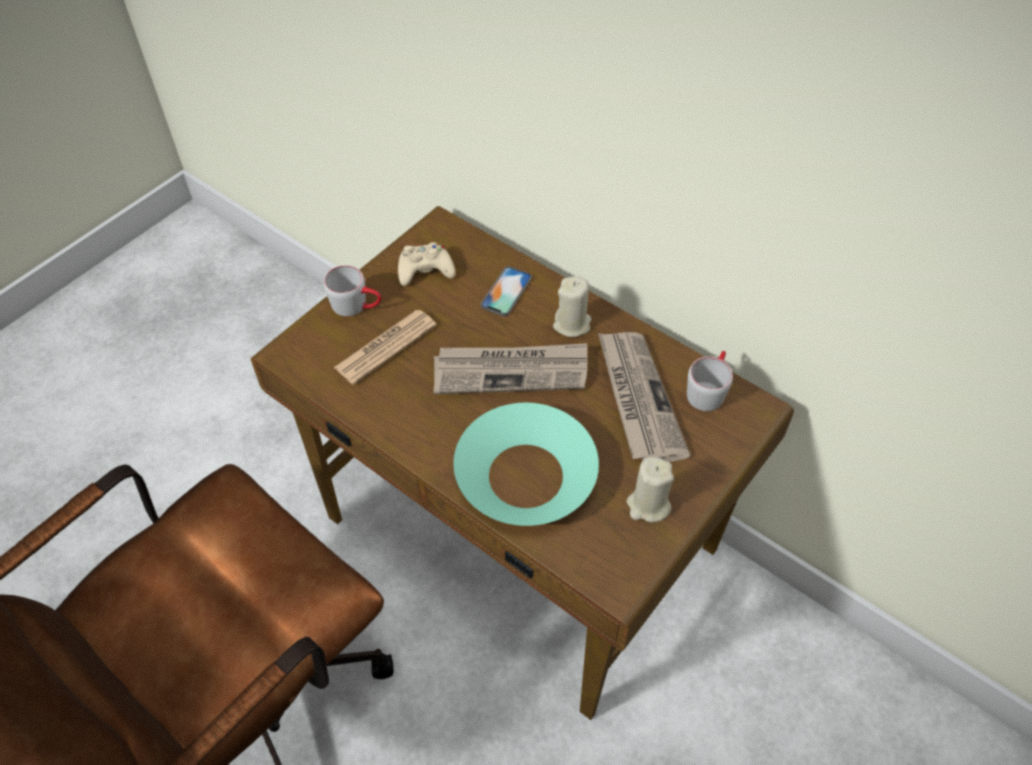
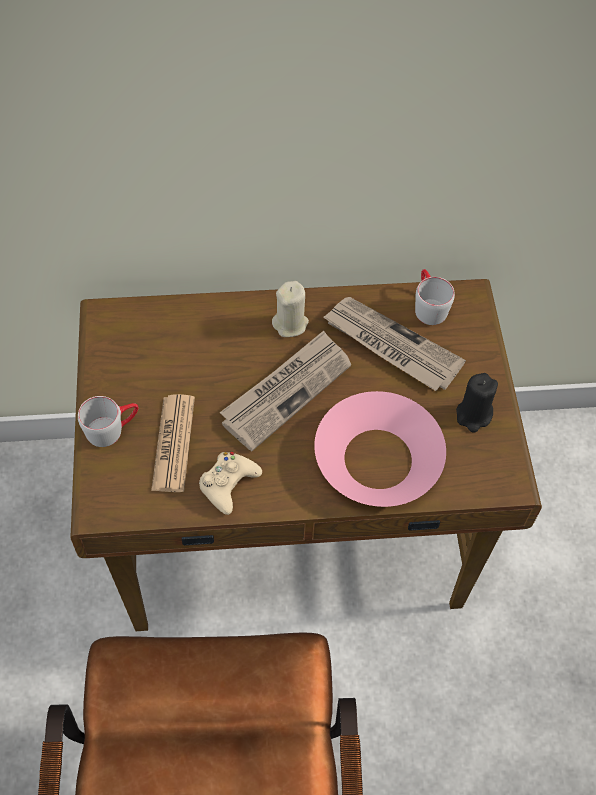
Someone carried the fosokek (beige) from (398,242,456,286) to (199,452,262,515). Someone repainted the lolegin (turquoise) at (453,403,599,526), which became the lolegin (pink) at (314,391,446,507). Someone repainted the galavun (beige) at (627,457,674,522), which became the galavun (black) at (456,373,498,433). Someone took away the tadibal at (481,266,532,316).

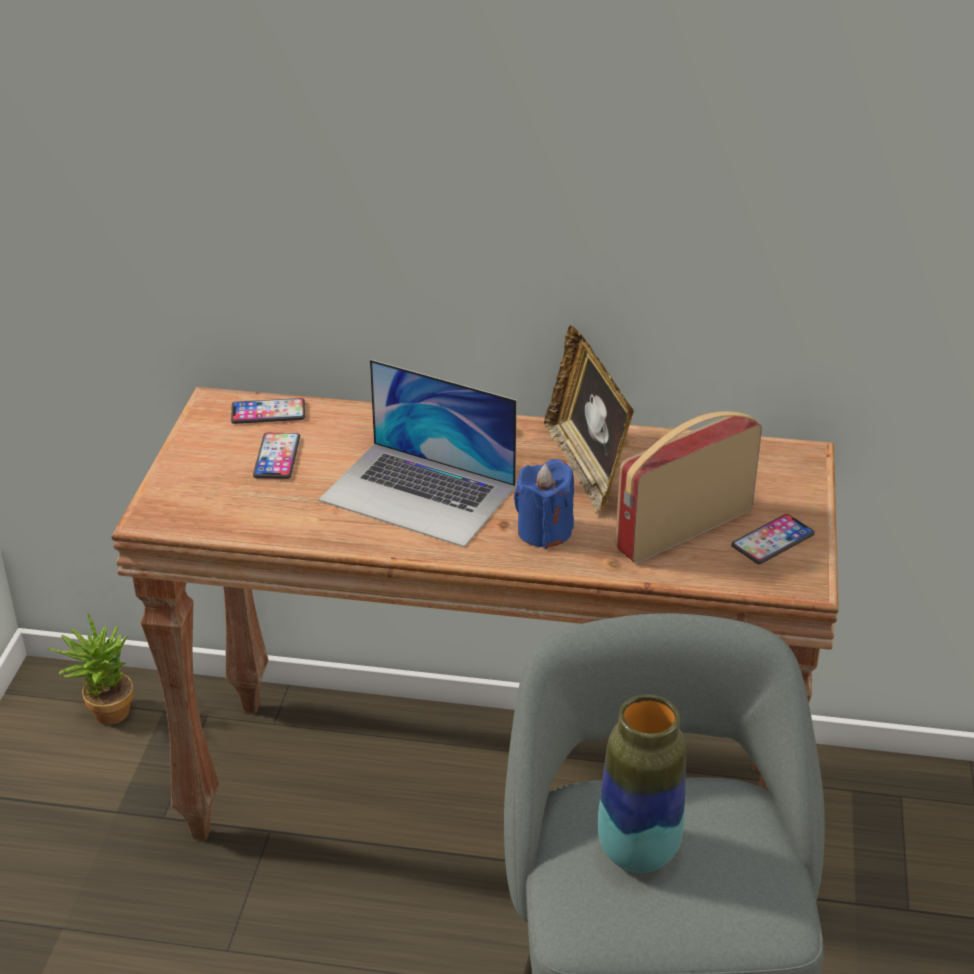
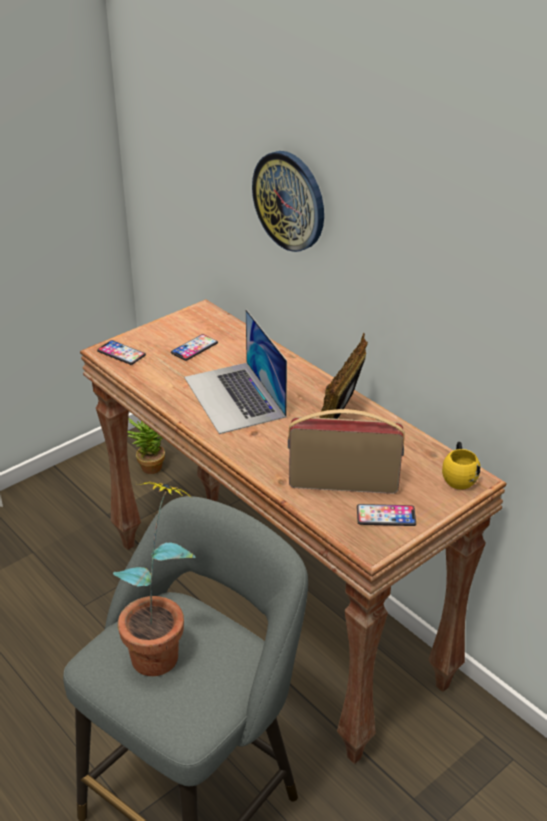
Someone carried the tadibal from (231,398,305,424) to (97,340,146,365). Someone swapped the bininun at (598,695,686,873) for the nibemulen at (113,482,195,676). Someone put up the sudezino at (252,151,324,252). Someone put down the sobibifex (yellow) at (442,442,480,490). Someone took away the galavun (blue) at (514,459,574,549).

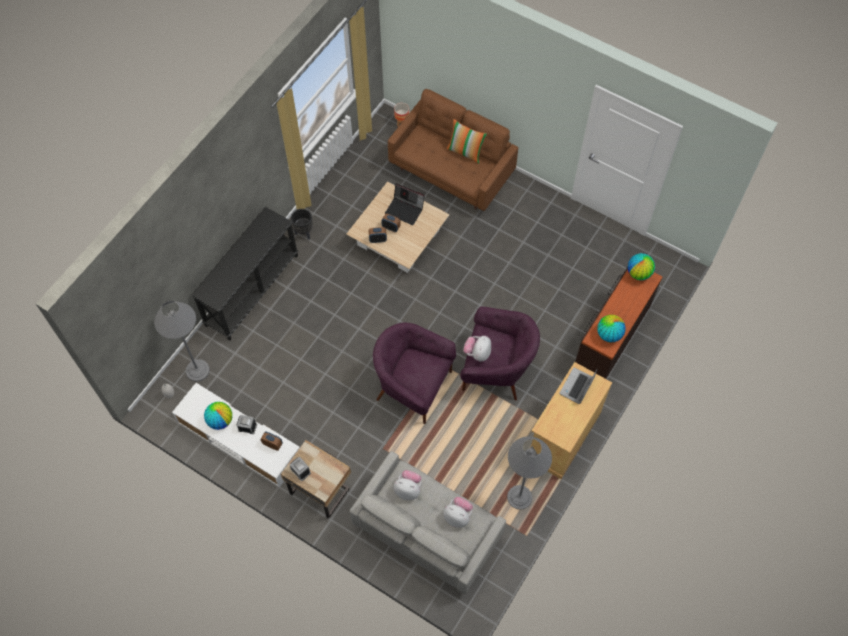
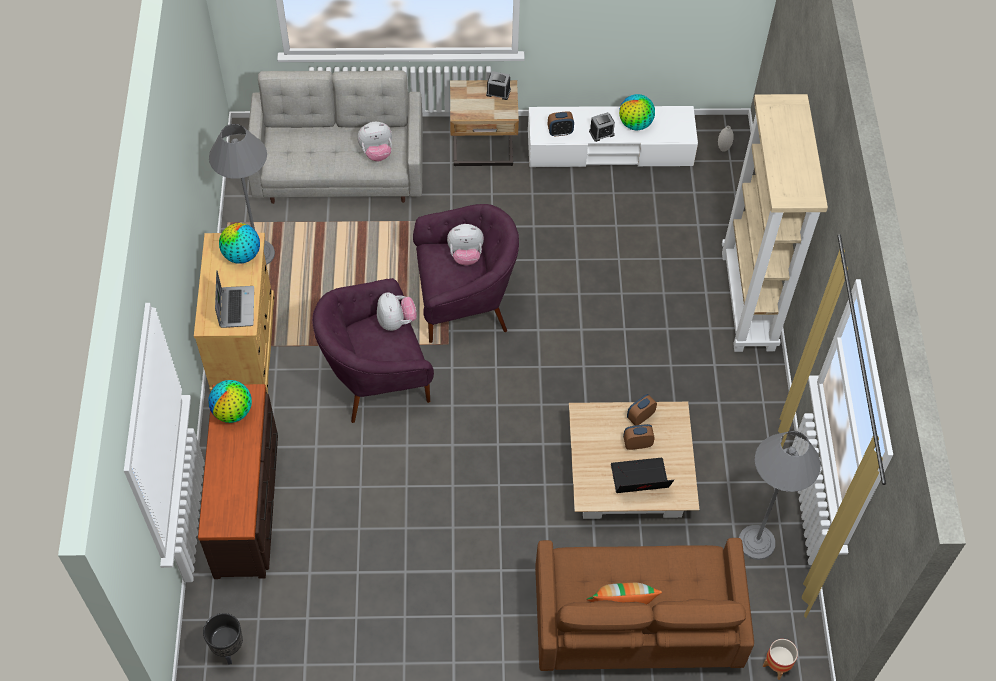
Someone carried the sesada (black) from (291,209,313,240) to (203,613,243,665). Someone carried the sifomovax from (628,253,655,280) to (219,223,260,264). Someone carried the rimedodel from (443,497,473,528) to (447,224,484,266). Someone swapped the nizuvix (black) at (192,207,298,341) for the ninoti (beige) at (722,94,828,352). Someone carried the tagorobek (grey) from (154,301,210,382) to (739,431,821,560).

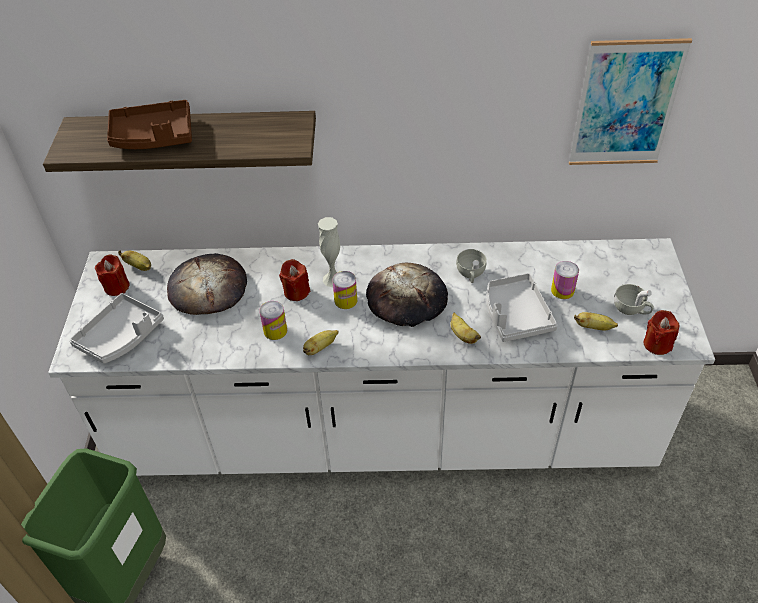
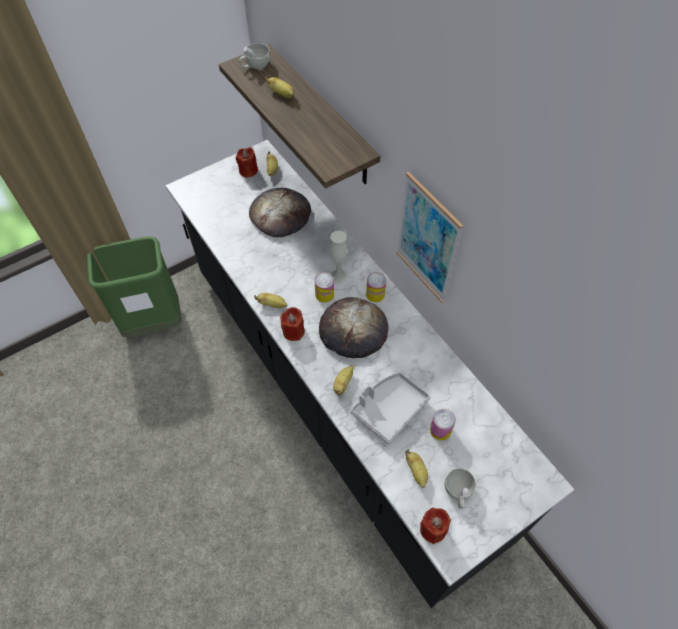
Someone repainted the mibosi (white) at (48,238,715,476), which became the mibosi (black) at (165,140,574,608). Someone carried the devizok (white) from (456,249,487,283) to (239,43,270,69). Someone swapped the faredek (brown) at (107,100,192,149) for the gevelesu at (265,76,294,98). Someone carried the galavun (red) from (279,259,311,301) to (280,307,305,341). Someone carried the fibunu from (259,301,287,340) to (366,272,386,302). Someone carried the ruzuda from (569,38,692,165) to (396,172,463,303). Someone took away the faredek (grey) at (70,293,164,364).

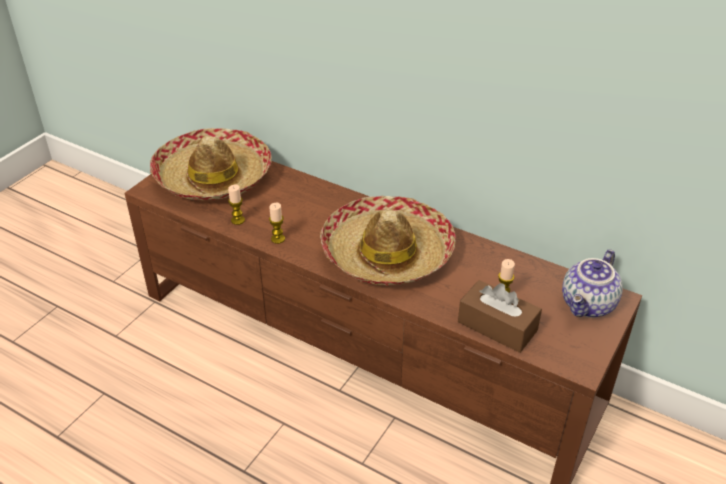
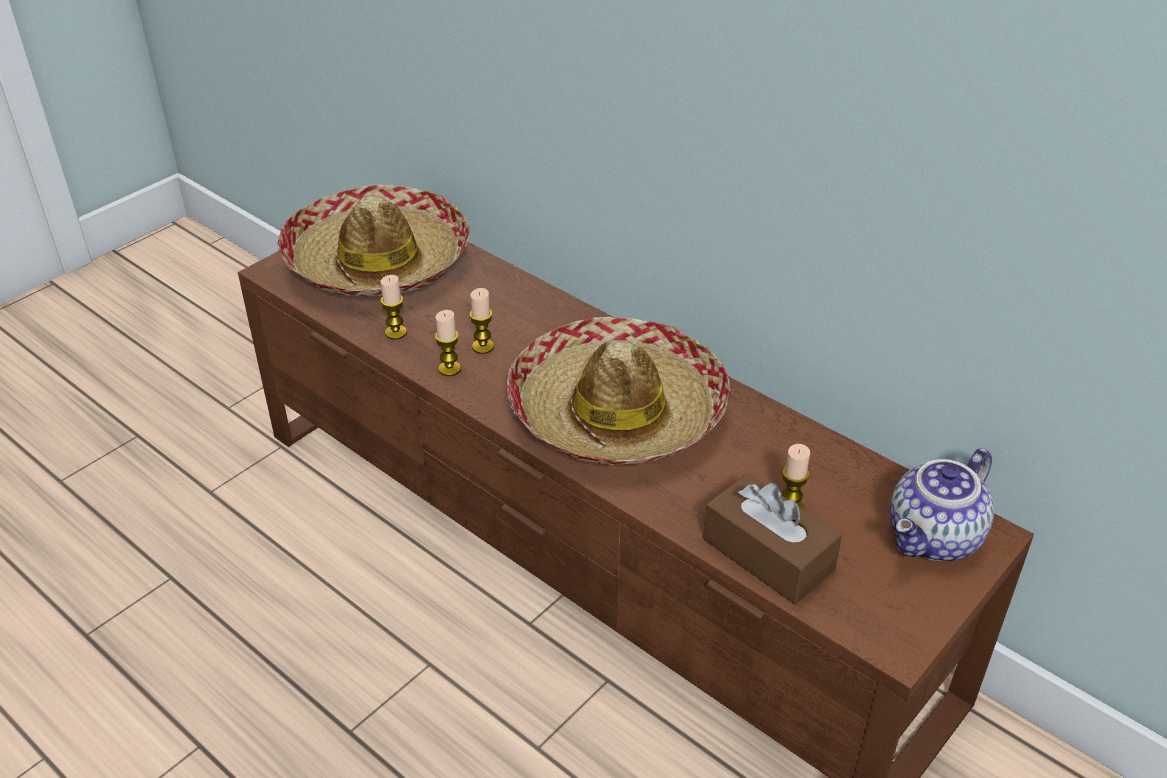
Someone put down the galavun at (469,288,494,354).

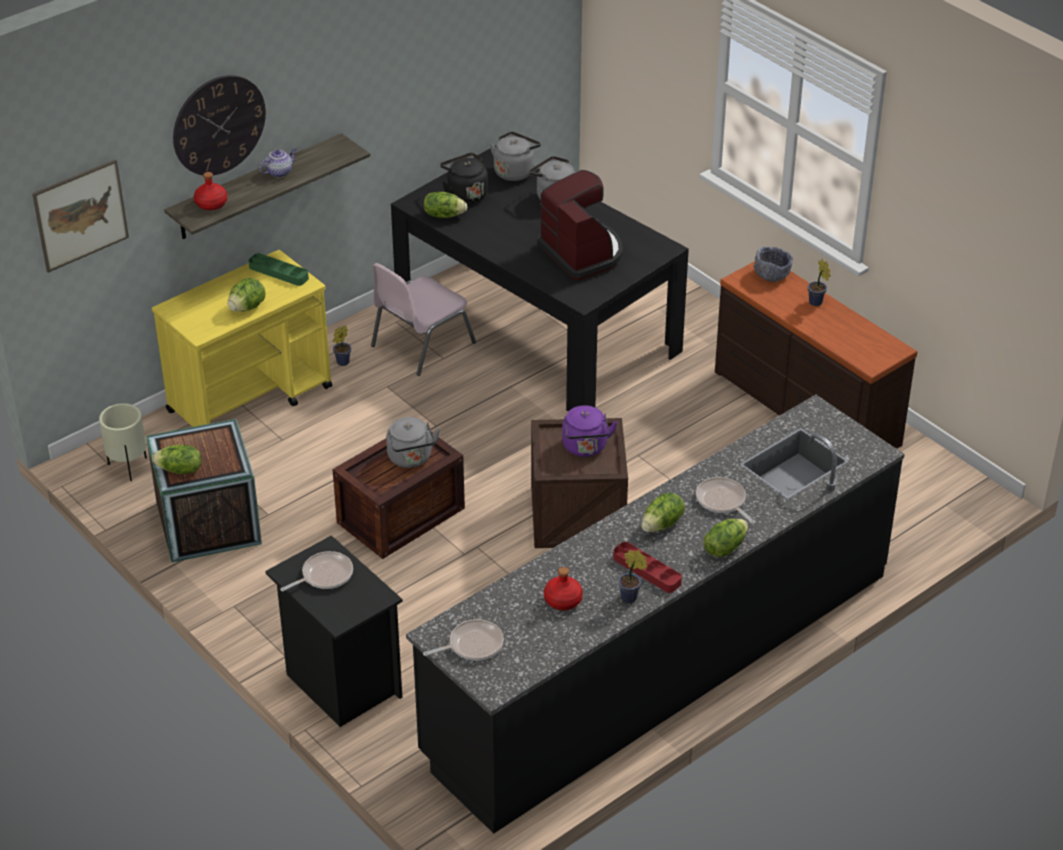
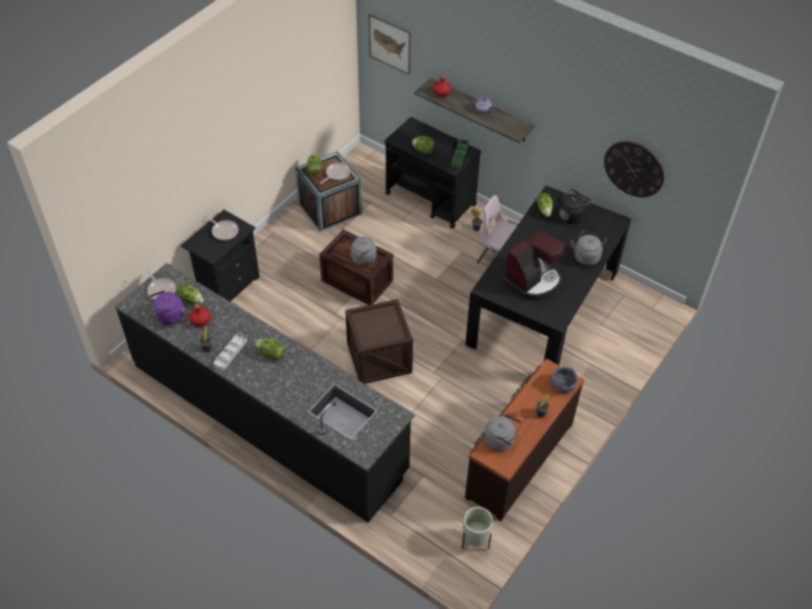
Someone carried the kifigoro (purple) from (562,405,617,457) to (149,290,184,325). Someone carried the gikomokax from (703,519,748,557) to (176,283,204,304). Someone repainted the faredek (red) at (613,542,682,593), which became the faredek (grey) at (214,333,247,370). Someone carried the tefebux from (696,477,755,524) to (320,162,350,184). Someone repainted the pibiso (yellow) at (152,250,332,427), which became the pibiso (black) at (385,117,481,228). Someone carried the sesada (beige) from (99,403,147,481) to (462,507,493,550). Someone carried the kifigoro (grey) from (490,131,541,181) to (484,413,521,451). Someone carried the sudezino from (173,75,266,175) to (604,141,664,197).

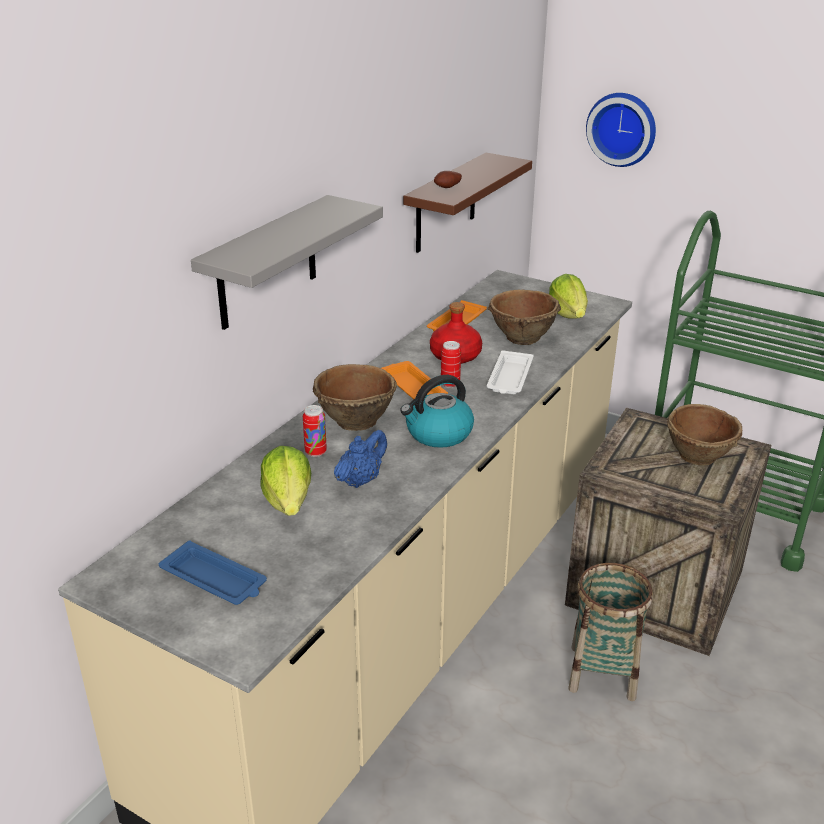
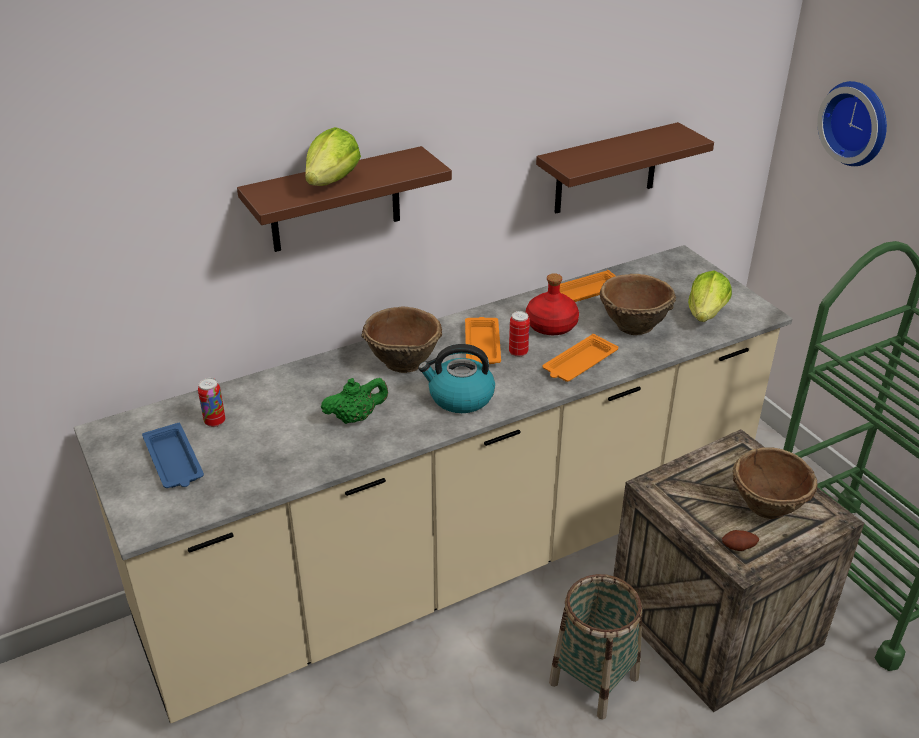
Someone carried the fibunu from (303,405,327,457) to (198,378,225,427). Someone repainted the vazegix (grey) at (191,195,383,330), which became the vazegix (brown) at (237,146,452,252). Someone carried the gikomokax from (260,446,311,516) to (305,127,361,186). Someone repainted the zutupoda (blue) at (334,430,387,488), which became the zutupoda (green) at (321,378,388,424). Someone repainted the faredek (white) at (487,350,533,394), which became the faredek (orange) at (543,334,618,382). Someone carried the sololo from (434,171,462,188) to (722,530,759,551).

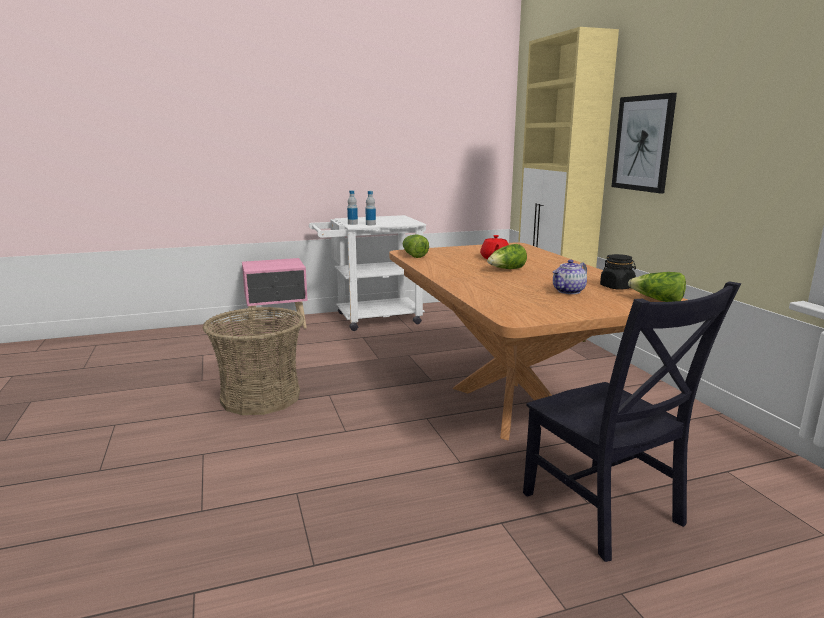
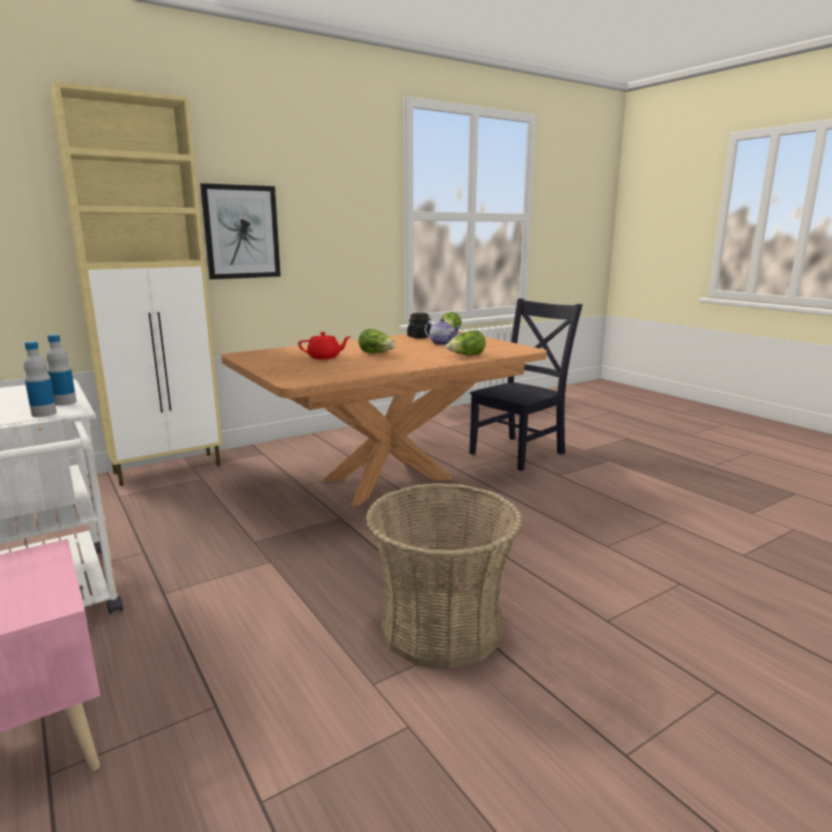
Someone carried the gikomokax from (402,234,429,258) to (446,330,486,355).

